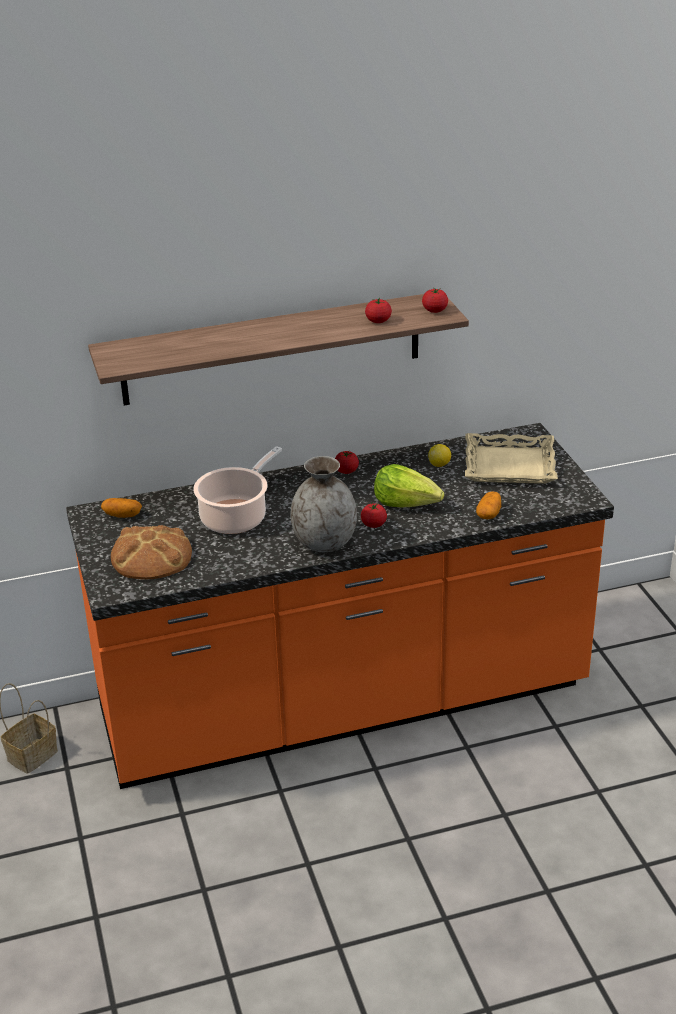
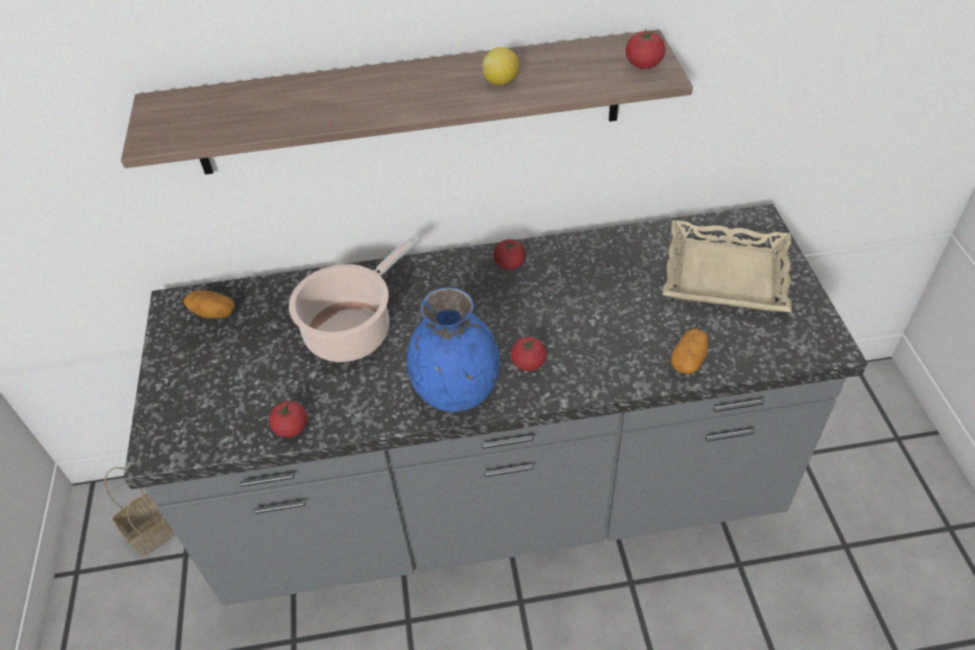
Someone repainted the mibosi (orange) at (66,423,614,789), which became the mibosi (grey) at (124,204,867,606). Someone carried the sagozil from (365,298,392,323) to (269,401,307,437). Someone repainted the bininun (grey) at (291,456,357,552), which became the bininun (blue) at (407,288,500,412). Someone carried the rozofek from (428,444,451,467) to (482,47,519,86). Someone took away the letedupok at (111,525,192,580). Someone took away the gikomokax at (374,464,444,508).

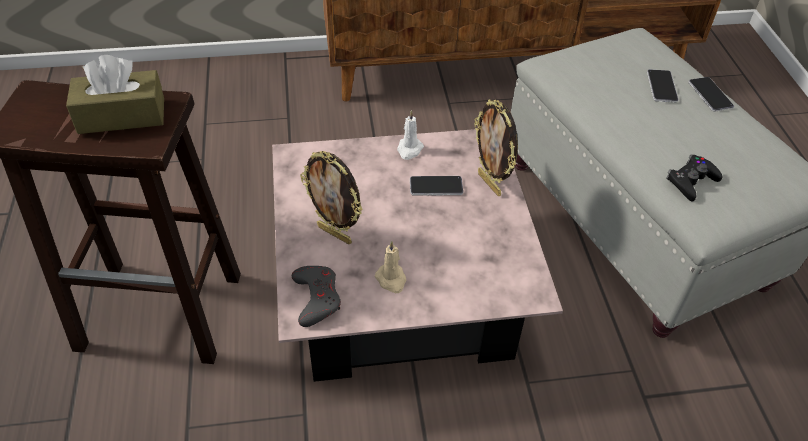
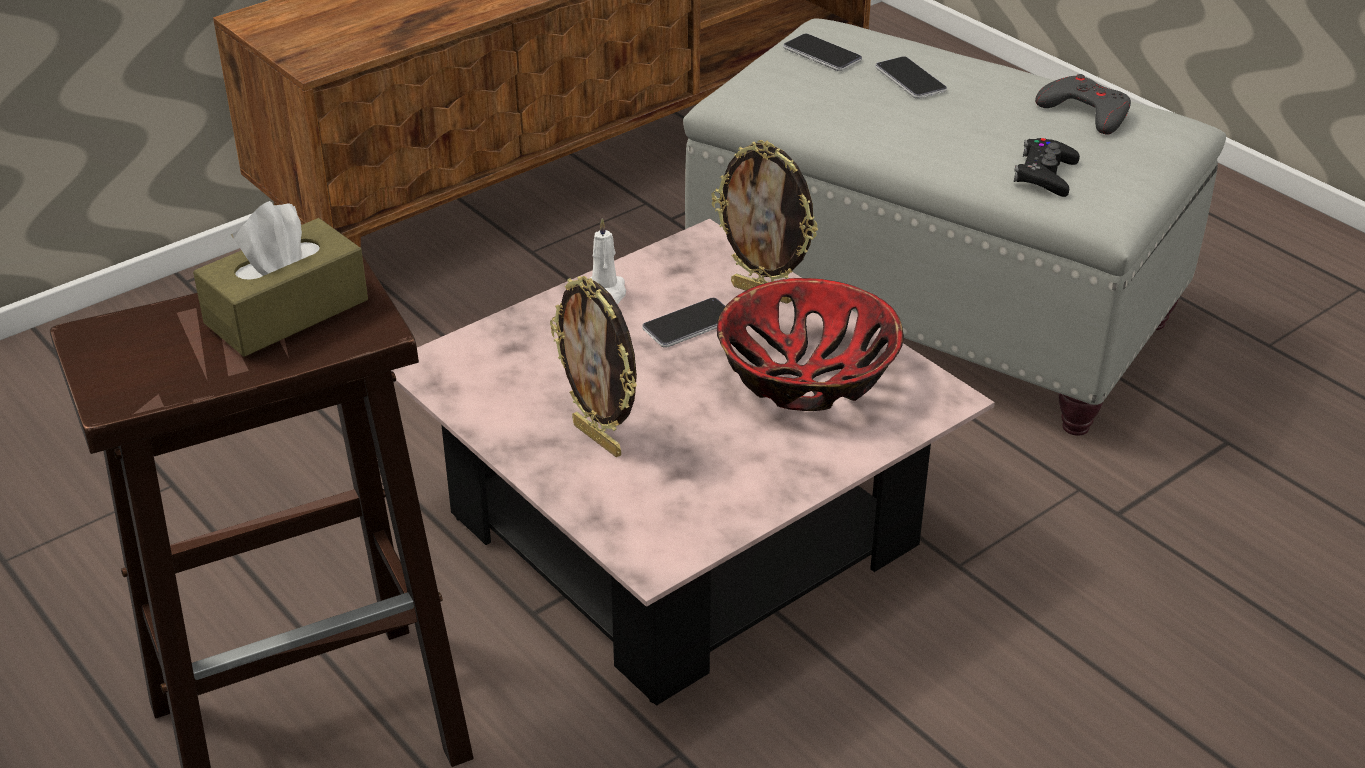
Someone rotated the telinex at (300,151,363,244) by 45 degrees clockwise. Someone put down the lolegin at (717,278,904,411). Someone carried the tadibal from (688,77,734,112) to (783,34,862,71). Someone carried the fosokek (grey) from (292,266,341,327) to (1035,74,1131,134). Someone took away the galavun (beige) at (375,241,406,293).

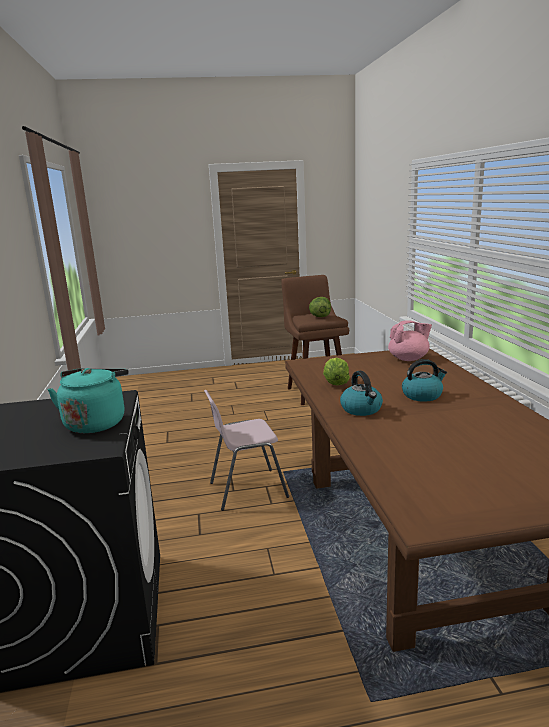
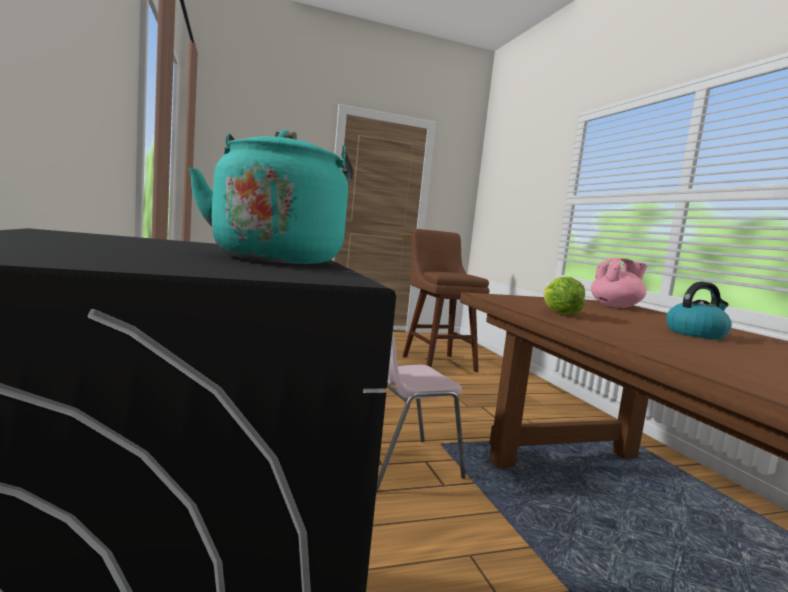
Someone took away the gikomokax at (309,297,331,317). Someone took away the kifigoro at (340,371,383,416).

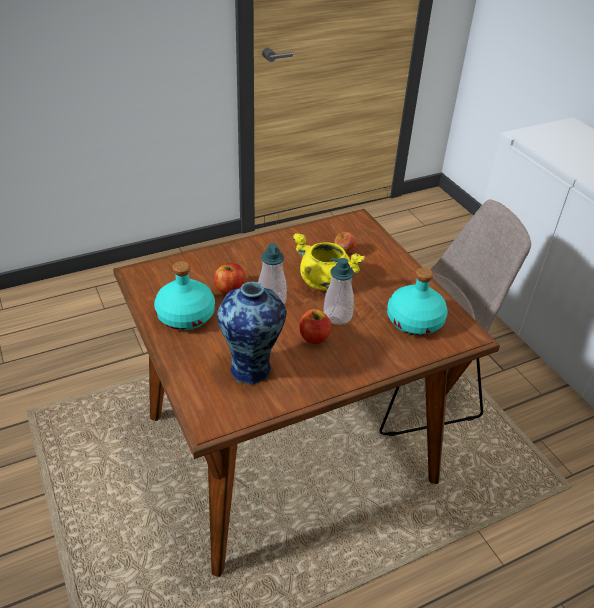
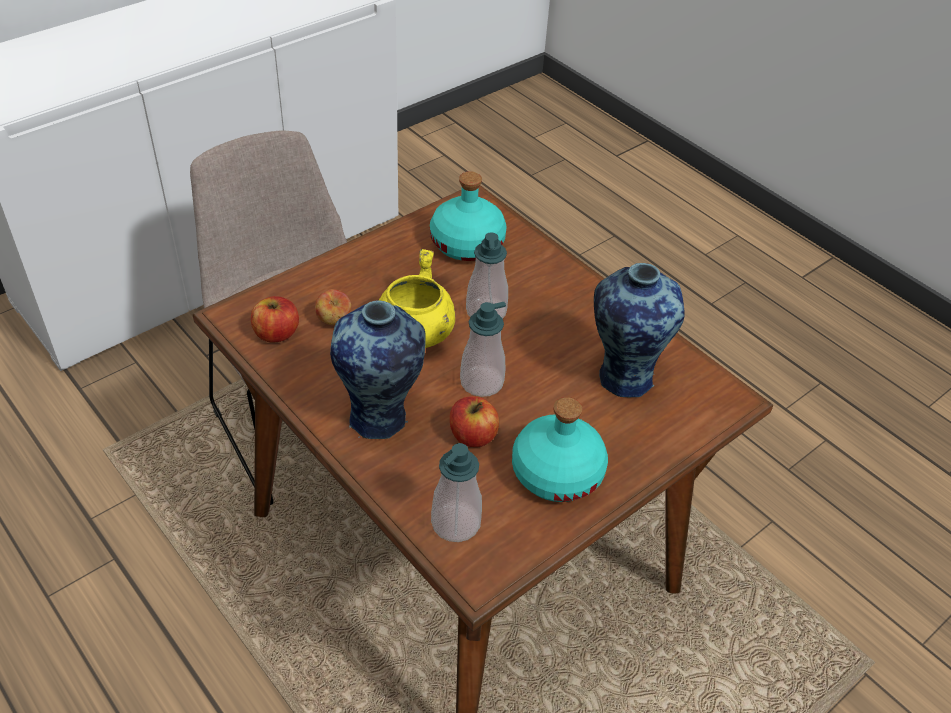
Someone carried the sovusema from (299,309,331,344) to (251,296,299,343). Someone put down the bininun at (330,300,426,439). Someone put down the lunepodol at (431,443,482,542).

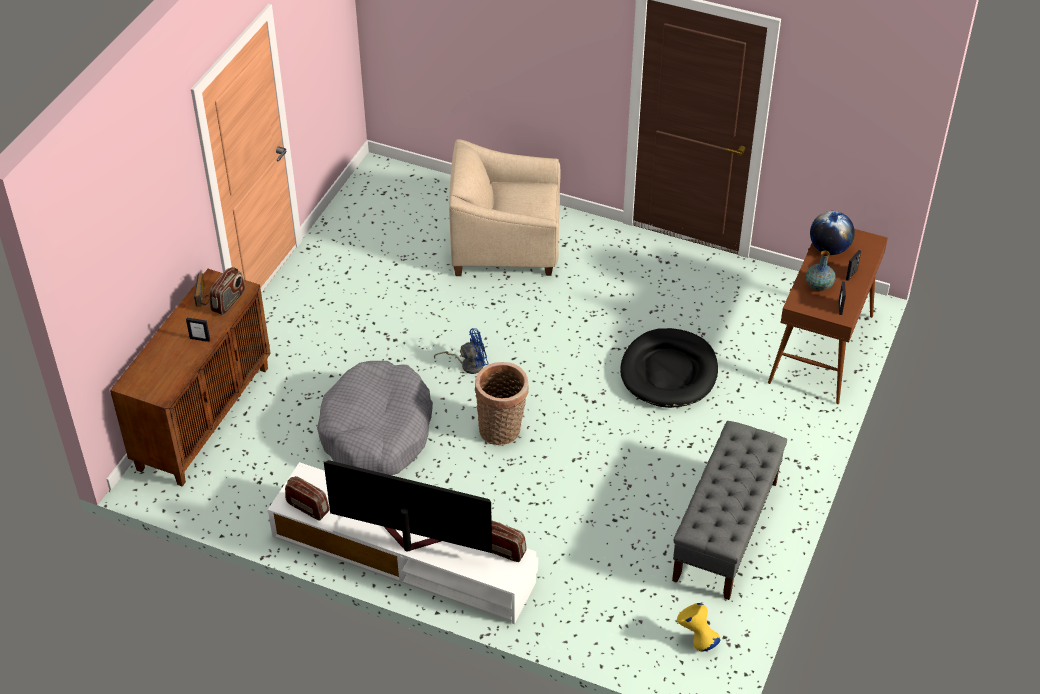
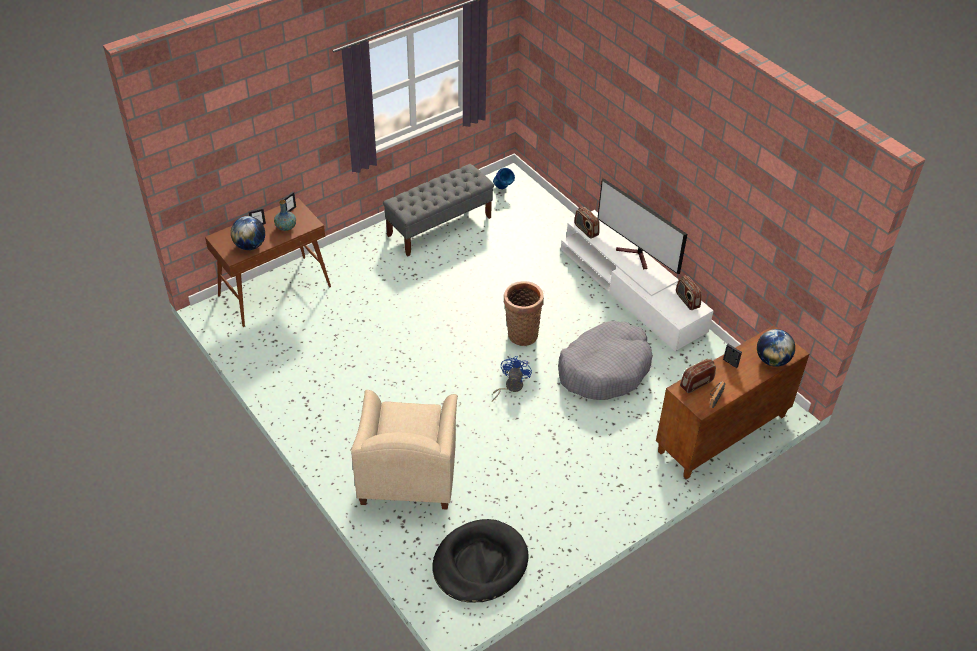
Someone rotated the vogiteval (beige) at (449,139,561,276) by 60 degrees clockwise. Someone carried the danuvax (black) from (620,328,718,408) to (432,519,529,603). Someone rotated the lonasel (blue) at (434,328,489,374) by 90 degrees clockwise. Someone repainted the bininun (yellow) at (677,603,721,652), which became the bininun (blue) at (493,168,515,189). Someone put down the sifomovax at (757,329,795,367).

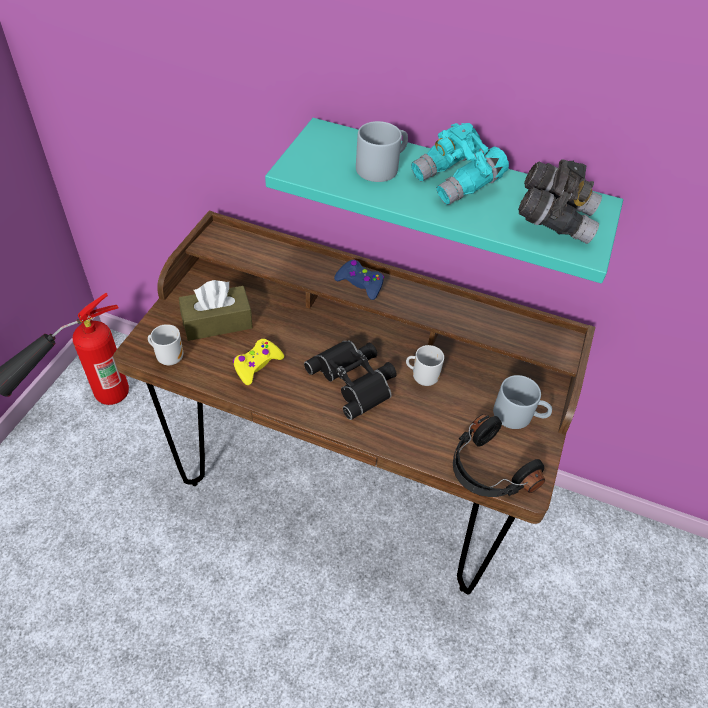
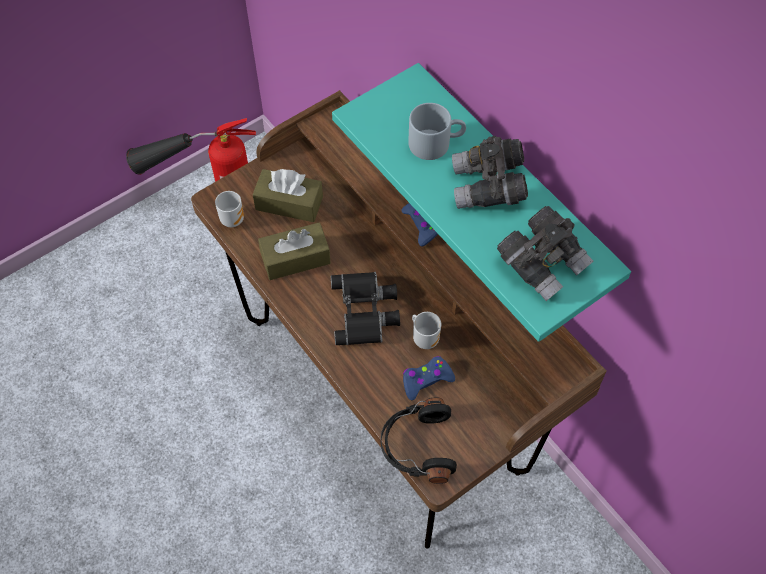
Someone swapped the fosokek (yellow) at (233,339,284,385) for the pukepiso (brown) at (258,222,331,280). Someone put down the fosokek (blue) at (403,356,455,400). Someone repainted the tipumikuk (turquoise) at (411,123,509,205), which became the tipumikuk (grey) at (452,136,528,209). Someone took away the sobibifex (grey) at (493,375,552,429).

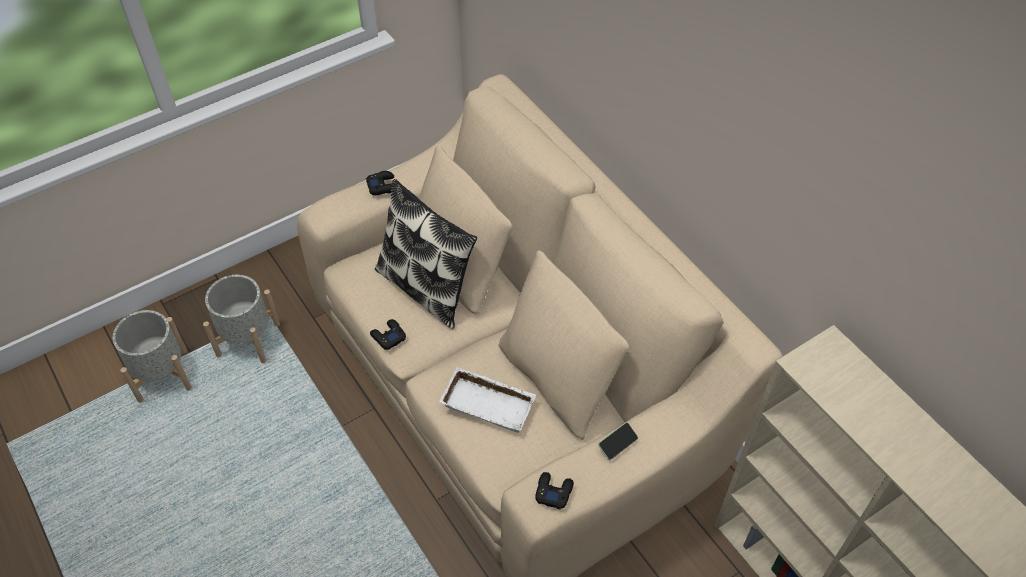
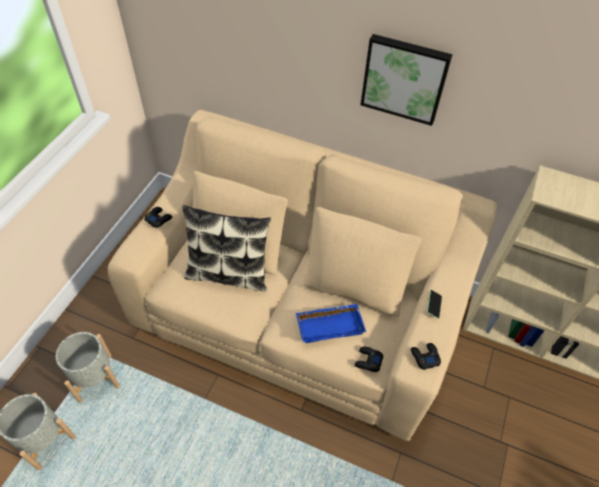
Someone repainted the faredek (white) at (439,367,536,433), which became the faredek (blue) at (296,304,366,343). Someone carried the fosokek (black) from (370,319,406,350) to (355,347,384,372). Someone put up the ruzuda at (361,34,453,126).

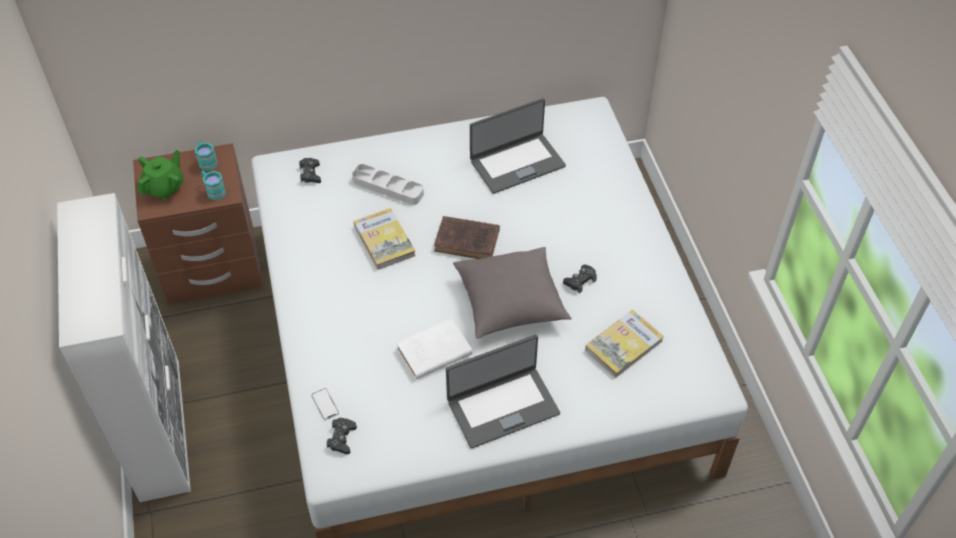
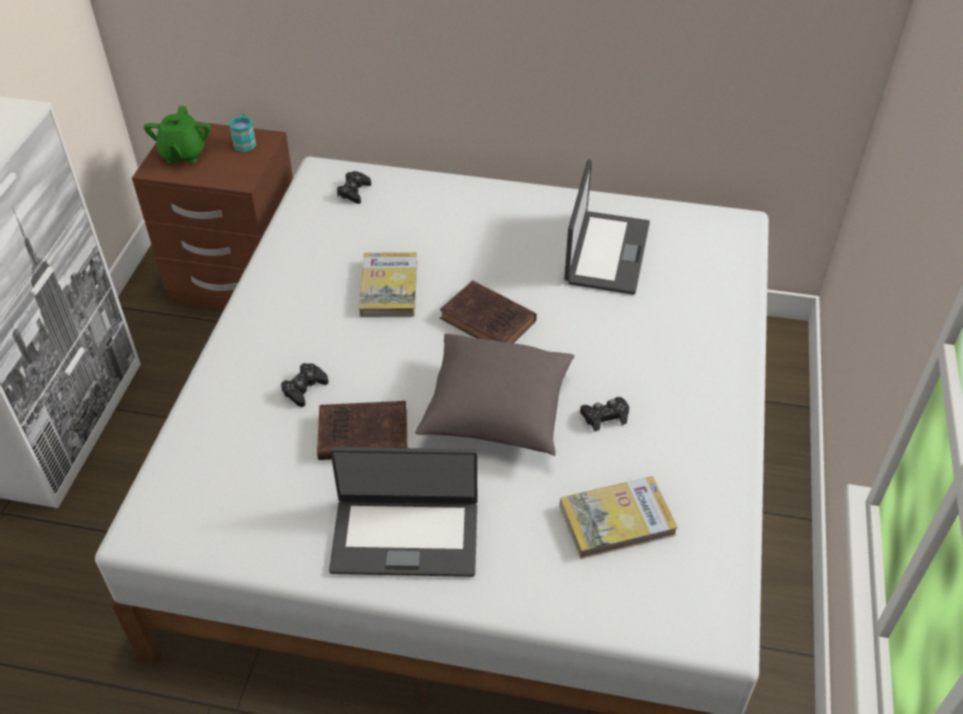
Someone rotated the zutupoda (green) at (138,150,184,200) by 120 degrees clockwise. Someone carried the fosokek (black) from (326,418,357,454) to (281,363,328,407). Someone repainted the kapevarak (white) at (396,318,472,380), which became the kapevarak (brown) at (317,401,407,460). Someone rotated the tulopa at (470,98,566,194) by 75 degrees counterclockwise. Someone took away the sobibifex (turquoise) at (201,171,226,200). Someone took away the tadibal at (311,388,339,420). Someone took away the faredek (grey) at (352,164,424,205).

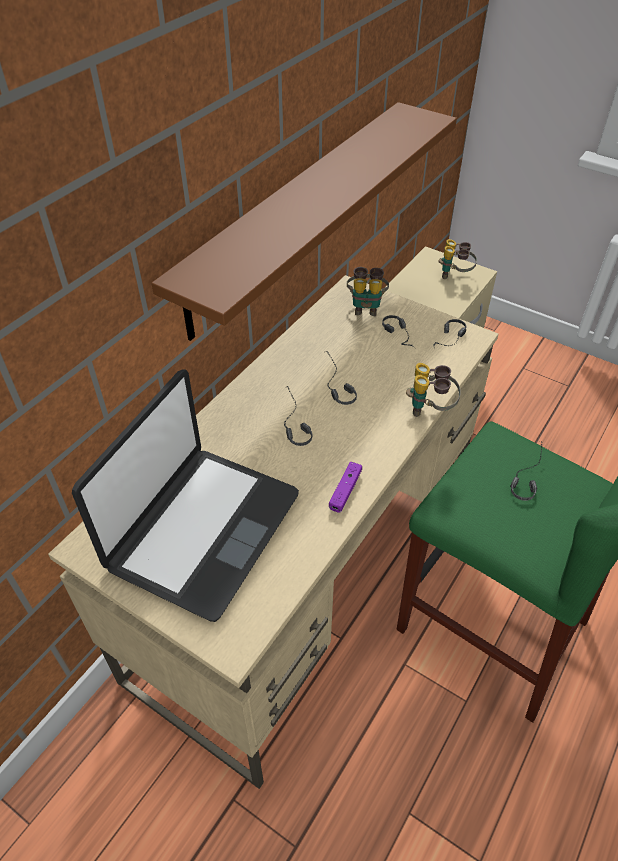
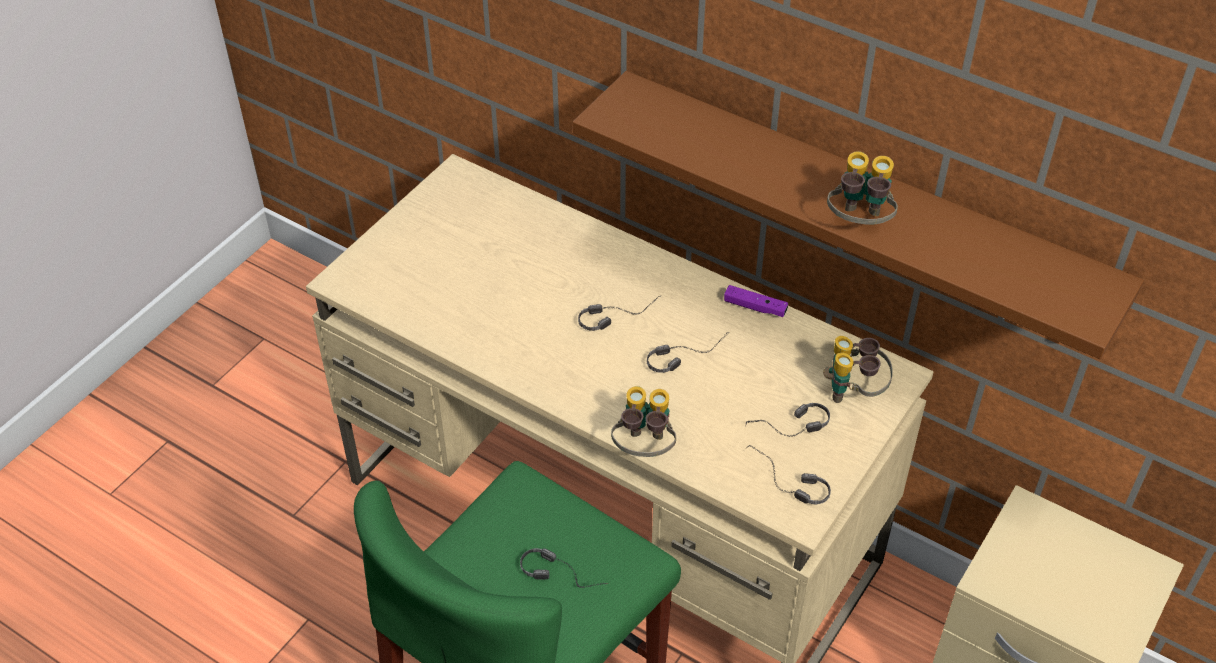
Someone carried the fosokek (purple) from (329,462,362,513) to (724,285,788,317). Someone carried the tipumikuk from (438,239,477,279) to (827,151,898,225). Someone took away the tulopa at (72,369,299,622).

